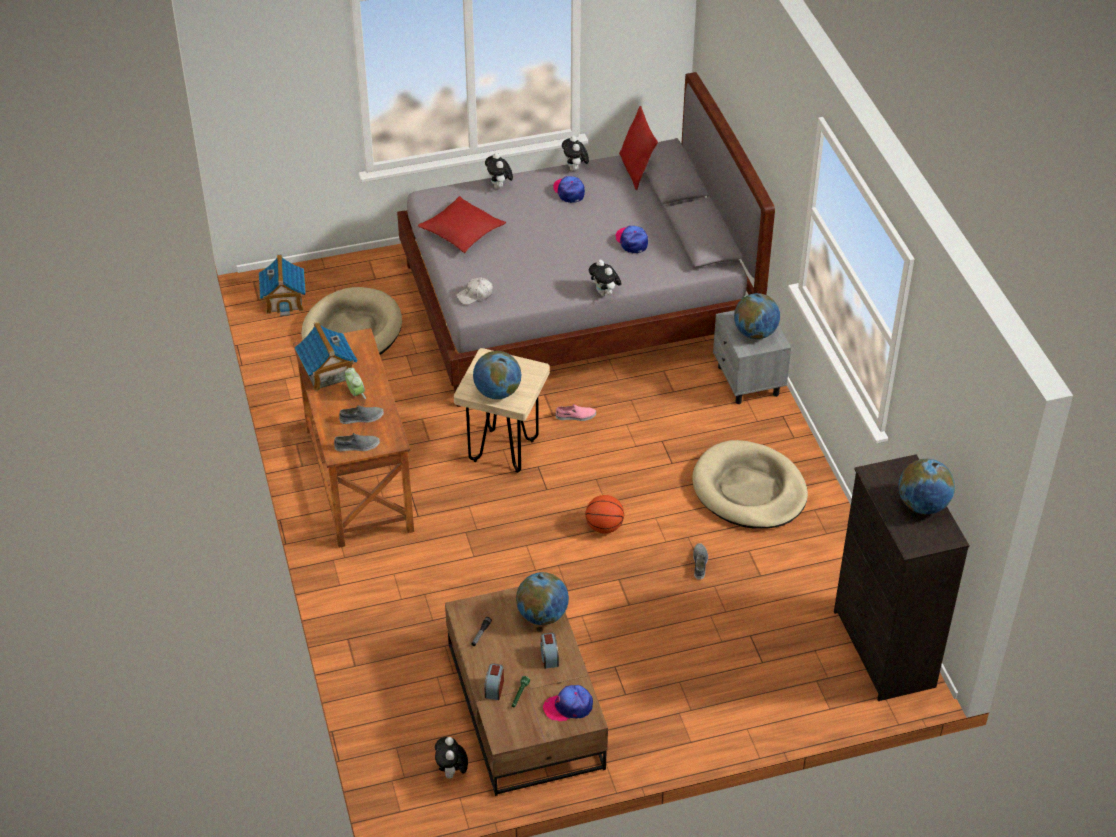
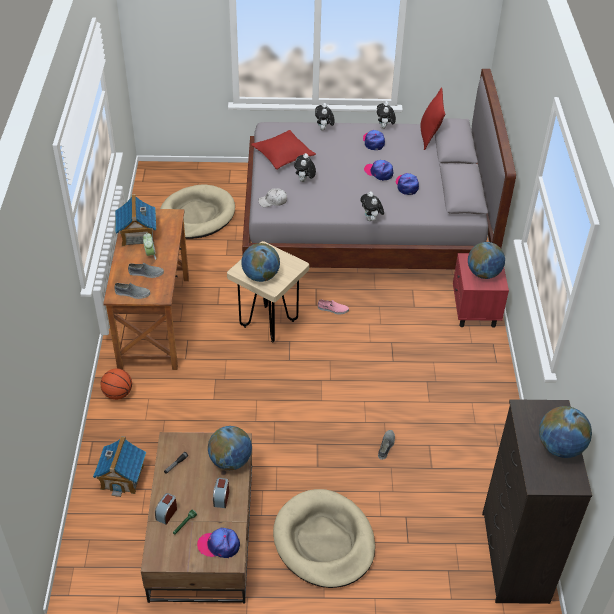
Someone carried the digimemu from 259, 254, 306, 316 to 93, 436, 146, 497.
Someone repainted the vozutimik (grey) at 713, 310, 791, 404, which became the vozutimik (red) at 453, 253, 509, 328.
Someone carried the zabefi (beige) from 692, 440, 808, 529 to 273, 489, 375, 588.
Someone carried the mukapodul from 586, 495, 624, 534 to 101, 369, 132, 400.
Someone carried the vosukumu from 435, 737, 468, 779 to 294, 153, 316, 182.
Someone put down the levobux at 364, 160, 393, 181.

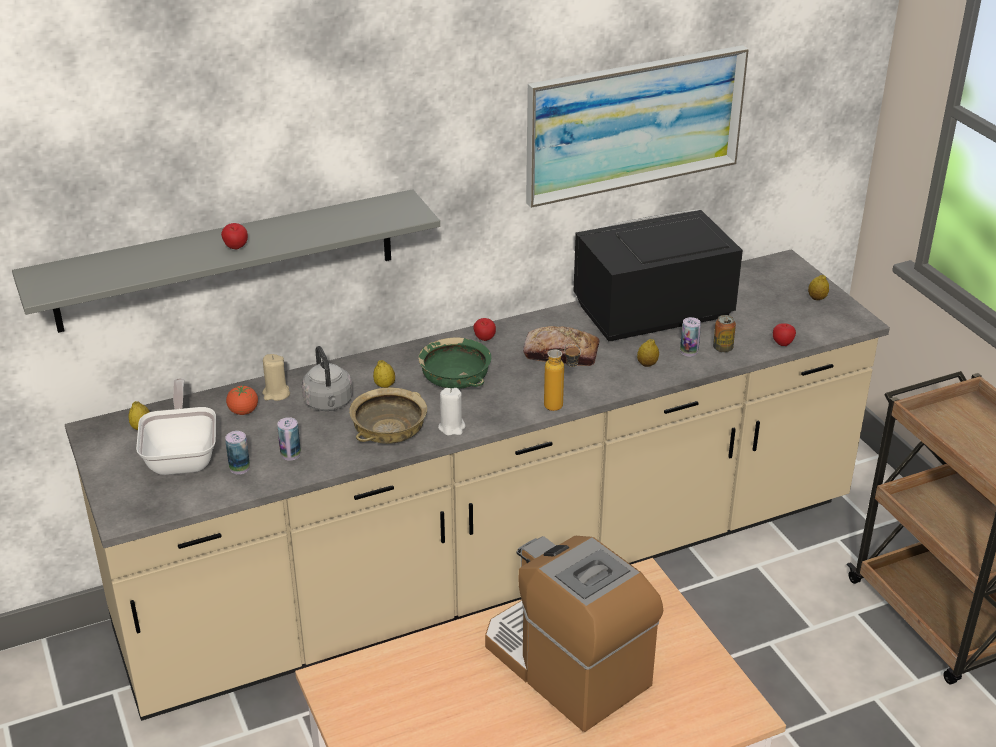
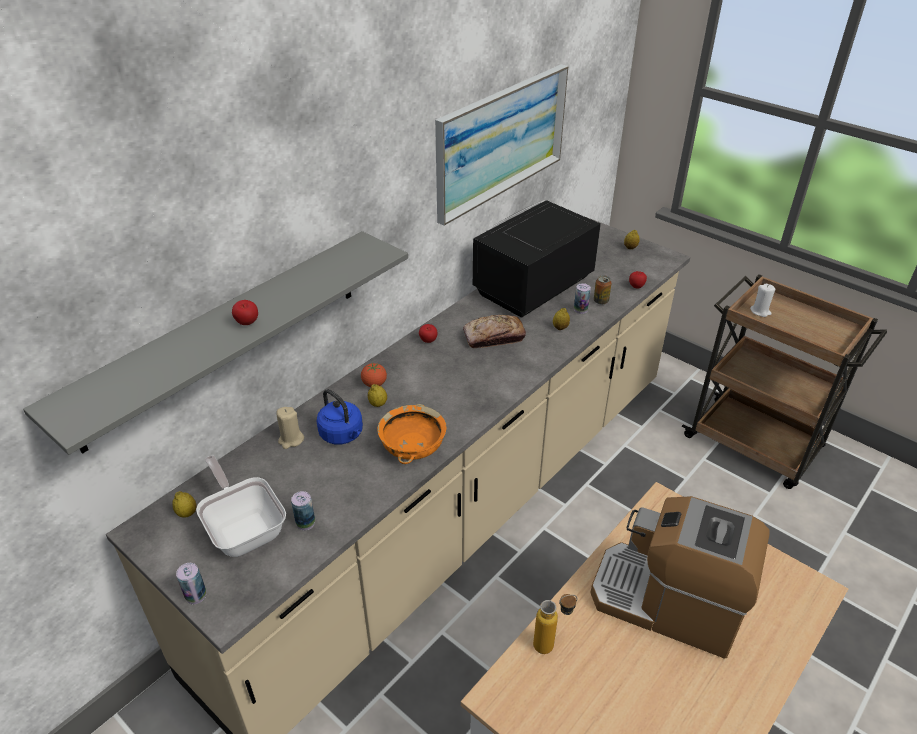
Someone took away the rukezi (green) at 418, 338, 491, 389.
Someone carried the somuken from 544, 344, 581, 411 to 533, 594, 578, 654.
Someone repainted the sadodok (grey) at 301, 346, 353, 411, which became the sadodok (blue) at 316, 389, 363, 445.
Someone carried the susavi from 226, 384, 258, 415 to 361, 363, 387, 387.
Someone repainted the rukezi (beige) at 349, 388, 427, 444, which became the rukezi (orange) at 378, 404, 446, 464.
Someone carried the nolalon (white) from 438, 388, 466, 436 to 750, 284, 775, 317.
Someone carried the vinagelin from 277, 417, 301, 461 to 176, 563, 206, 604.

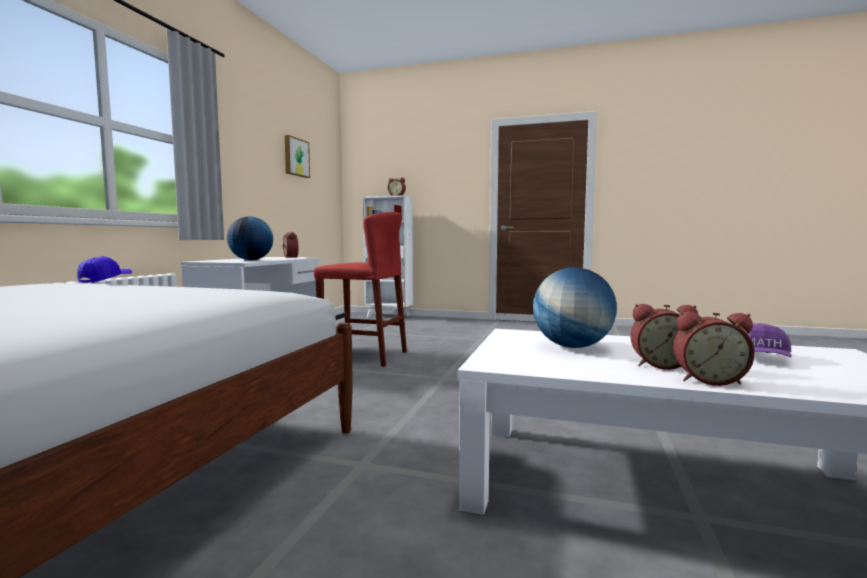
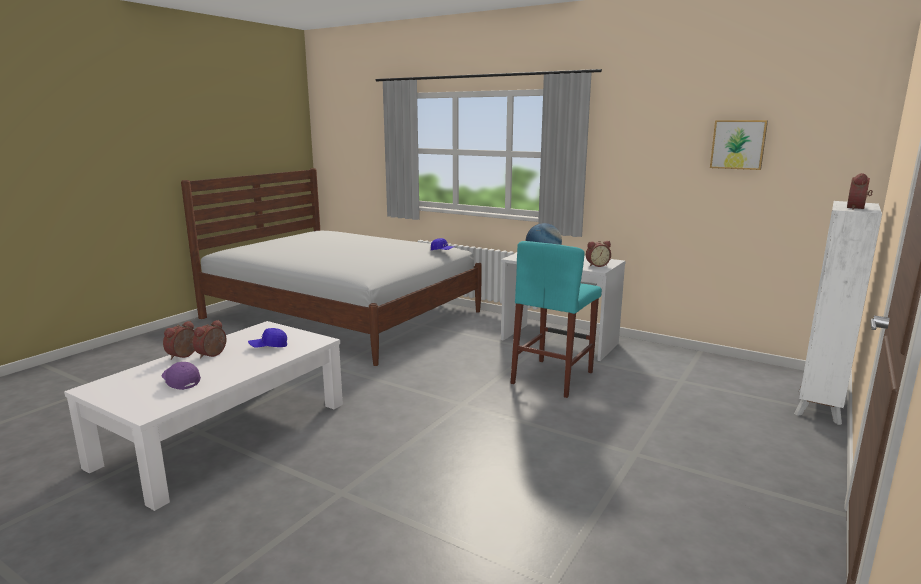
Someone repainted the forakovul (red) at 314, 212, 407, 367, which became the forakovul (turquoise) at 511, 241, 602, 398.
Someone swapped the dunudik at 533, 268, 617, 348 for the levobux (blue) at 248, 328, 287, 347.

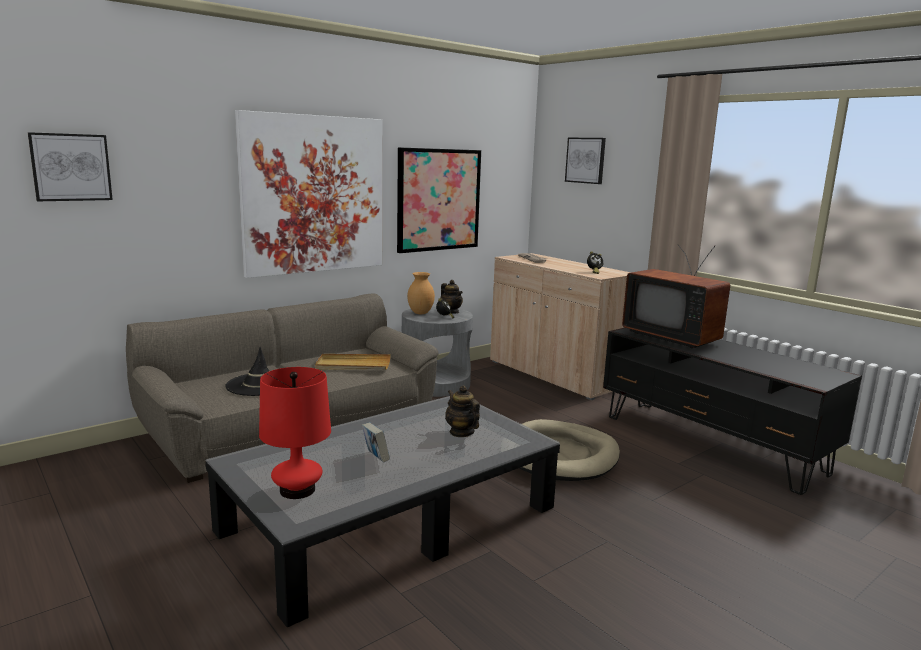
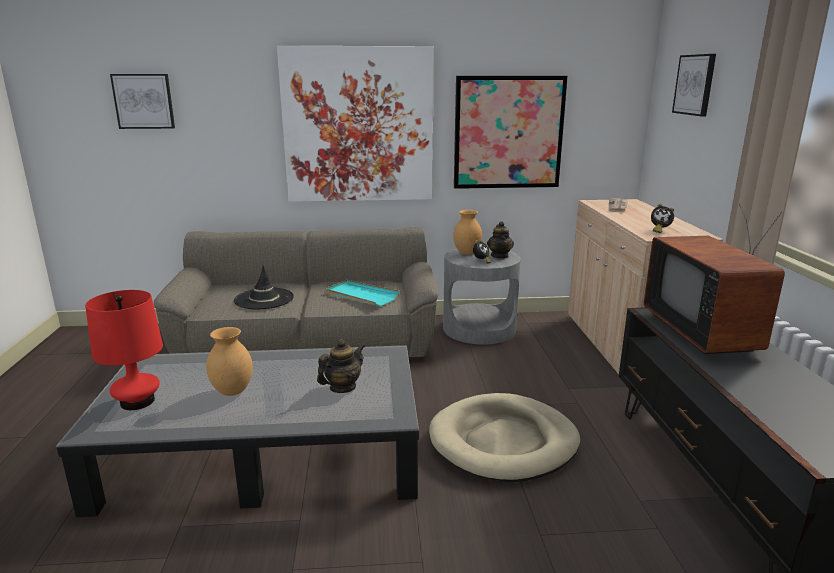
Someone repainted the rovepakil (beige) at 315, 354, 391, 370, which became the rovepakil (turquoise) at 325, 280, 400, 306.
Someone rotated the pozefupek at 445, 385, 480, 437 by 45 degrees clockwise.
Someone swapped the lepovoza at 362, 422, 390, 462 for the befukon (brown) at 206, 327, 253, 396.

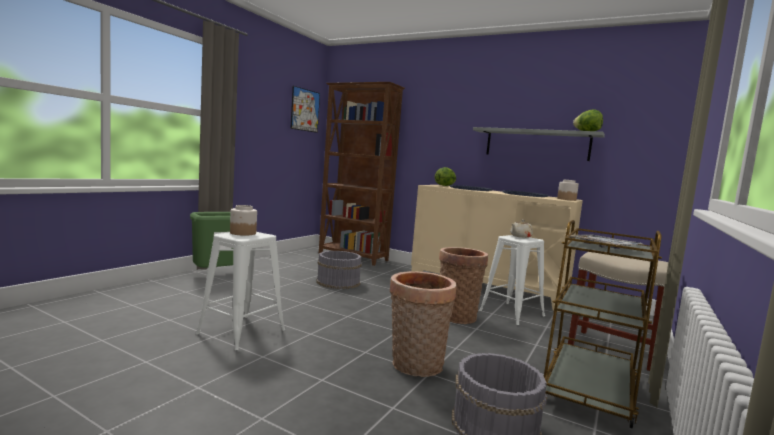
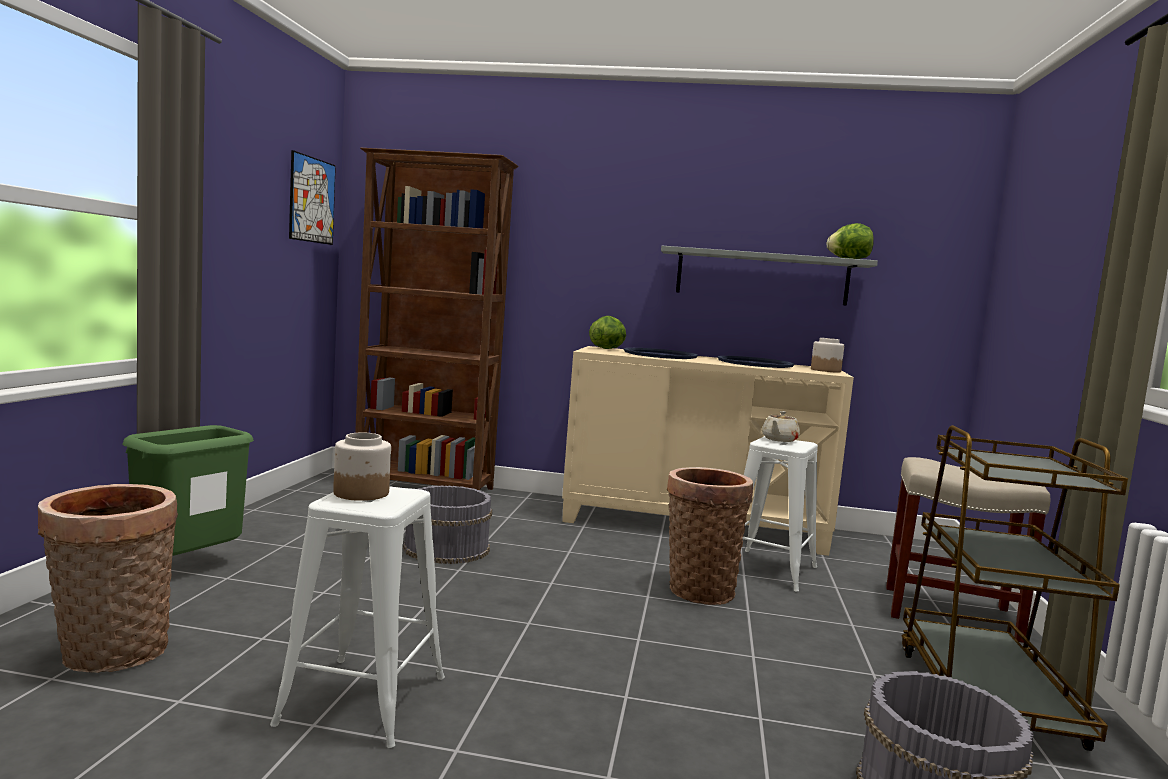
Someone took away the rovepakil at 570, 235, 642, 249.
Someone carried the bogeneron from 390, 271, 456, 377 to 38, 484, 178, 673.

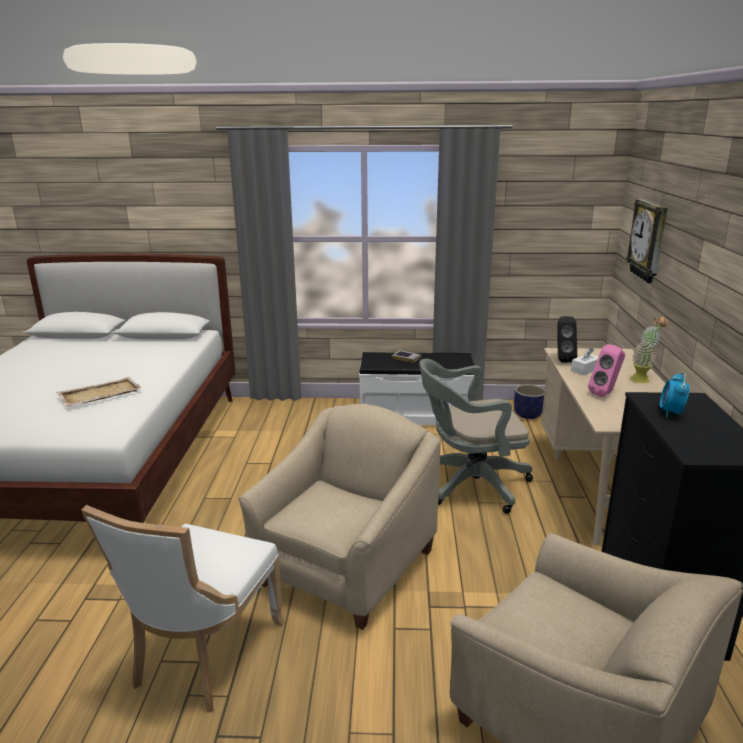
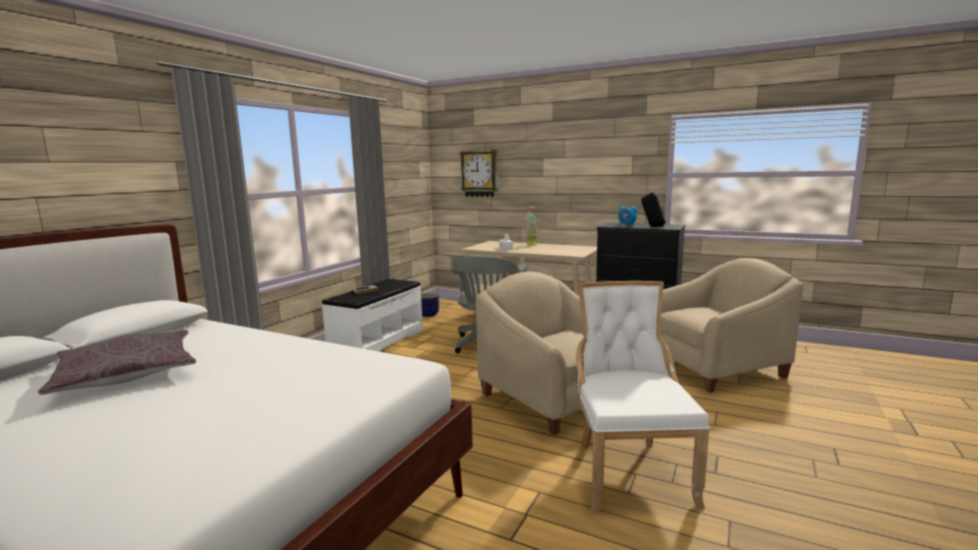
Someone carried the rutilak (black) from 557, 316, 577, 362 to 641, 192, 666, 227.
Someone took away the rutilak (pink) at 588, 344, 625, 397.
Someone took away the rovepakil (beige) at 56, 377, 142, 407.
Someone rotated the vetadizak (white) at 81, 505, 285, 713 by 135 degrees counterclockwise.
Someone put down the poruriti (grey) at 38, 330, 196, 395.

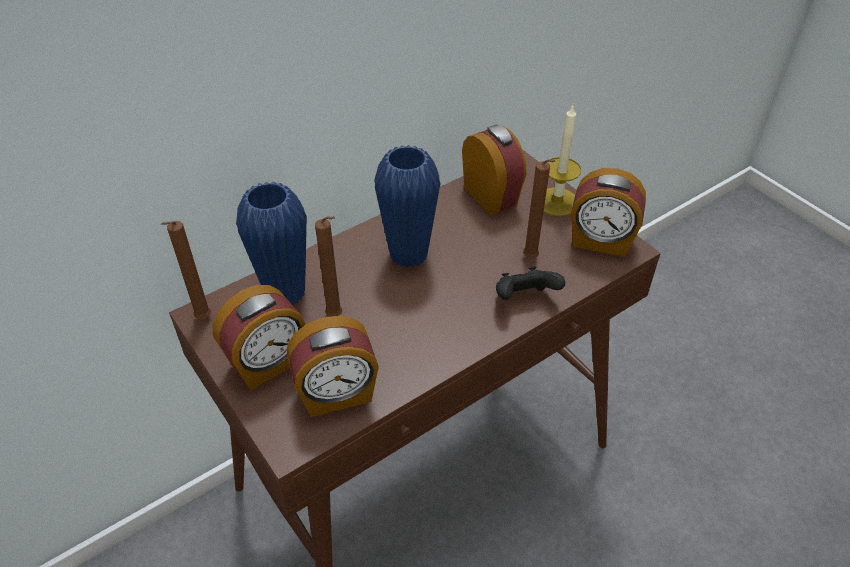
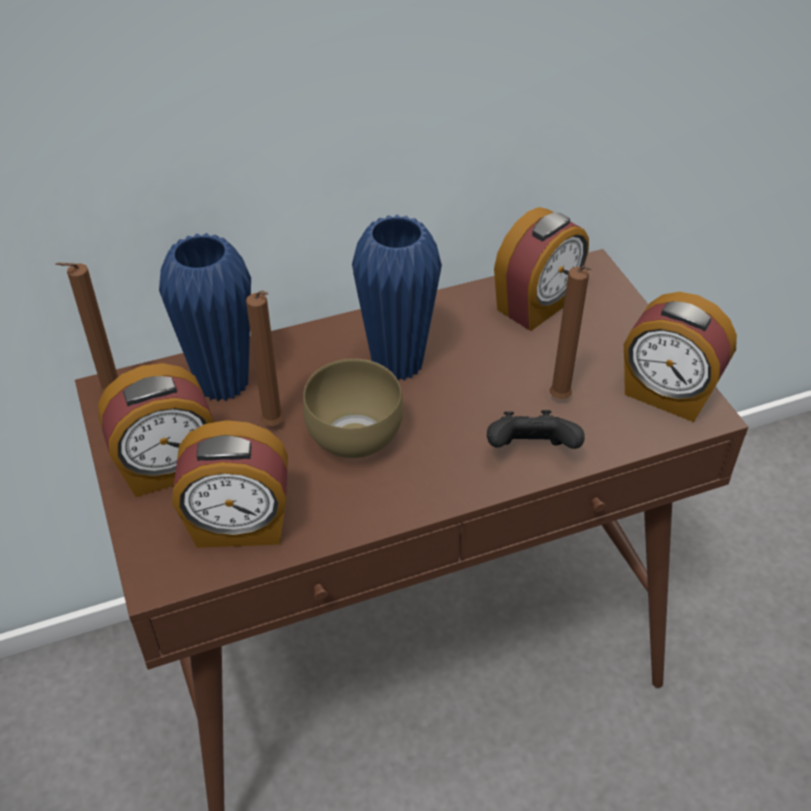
Someone took away the nolalon at 544, 105, 581, 216.
Someone rotated the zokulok at 462, 125, 526, 216 by 60 degrees clockwise.
Someone put down the rukezi (brown) at 303, 359, 403, 458.

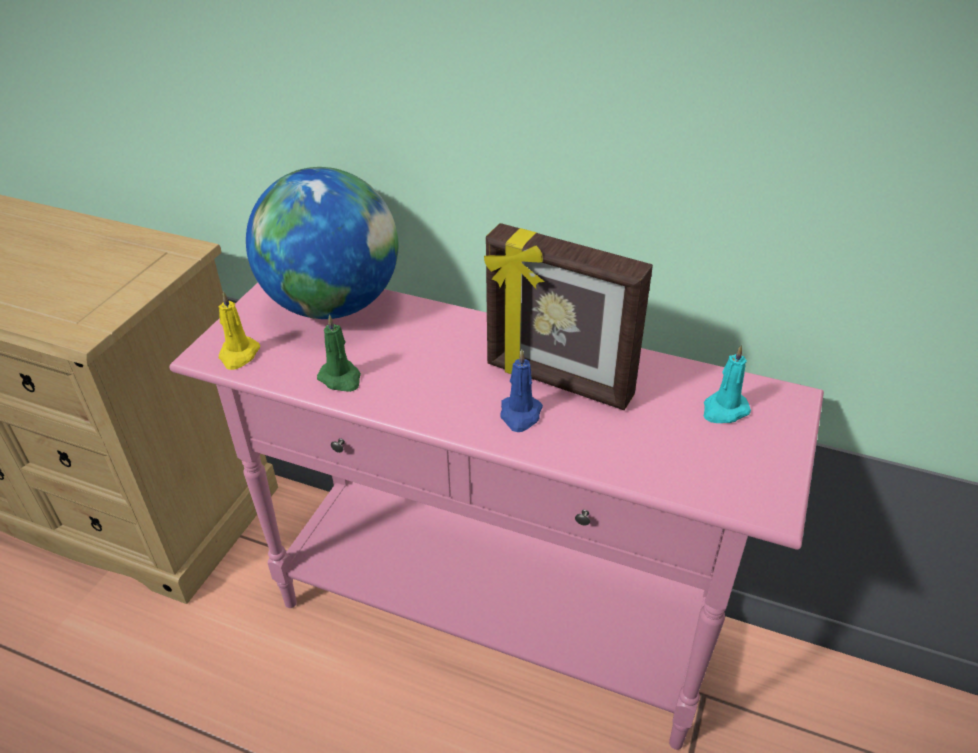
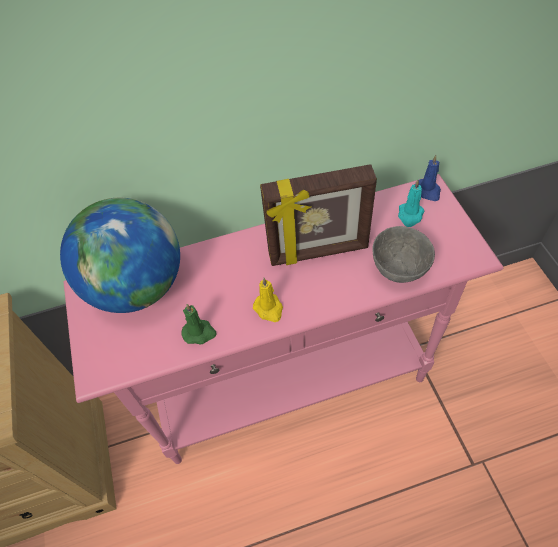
Someone carried the nolalon (yellow) from 218, 291, 260, 370 to 253, 278, 283, 322.
Someone carried the nolalon (blue) from 500, 349, 543, 432 to 415, 155, 441, 201.
Someone put down the rukezi (grey) at 372, 226, 435, 283.

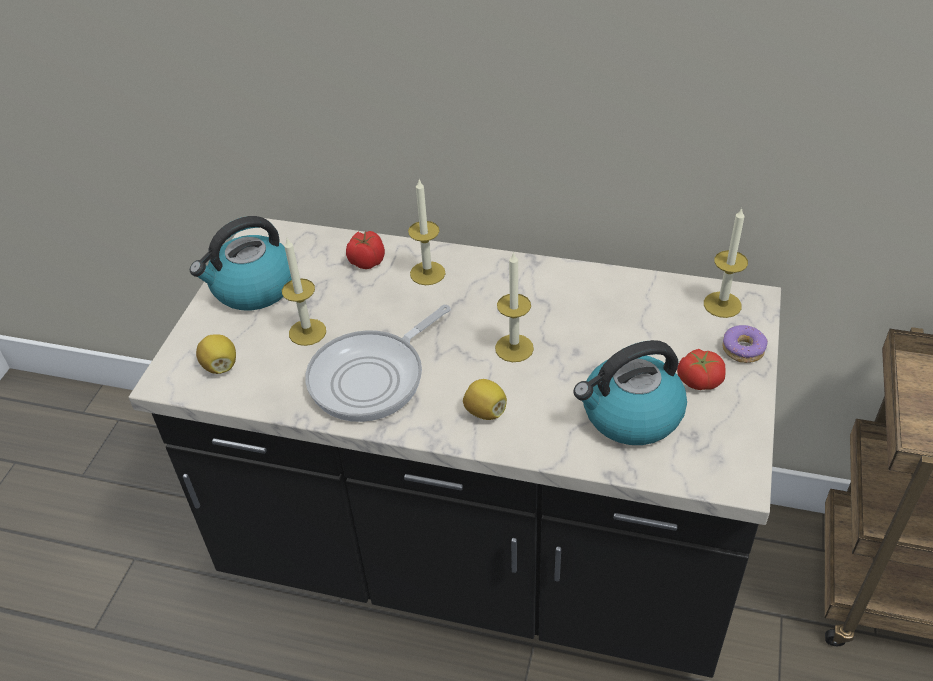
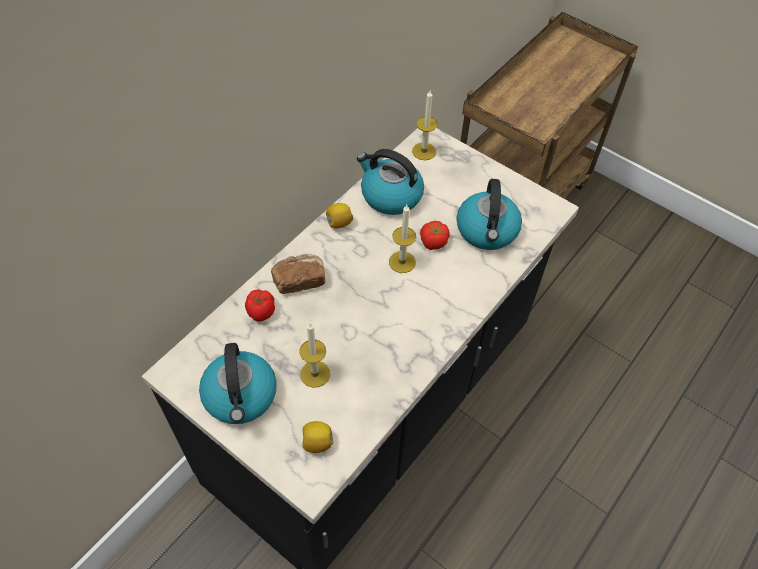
Someone swapped the nolalon at 408, 180, 445, 285 for the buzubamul at 271, 254, 325, 294.
Someone took away the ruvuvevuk at 305, 305, 451, 422.
Someone took away the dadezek at 722, 325, 768, 363.
Someone carried the susavi from 677, 349, 726, 390 to 420, 221, 450, 250.
Someone carried the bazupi from 463, 379, 507, 420 to 326, 203, 353, 228.
Someone put down the sadodok at 357, 149, 424, 215.

